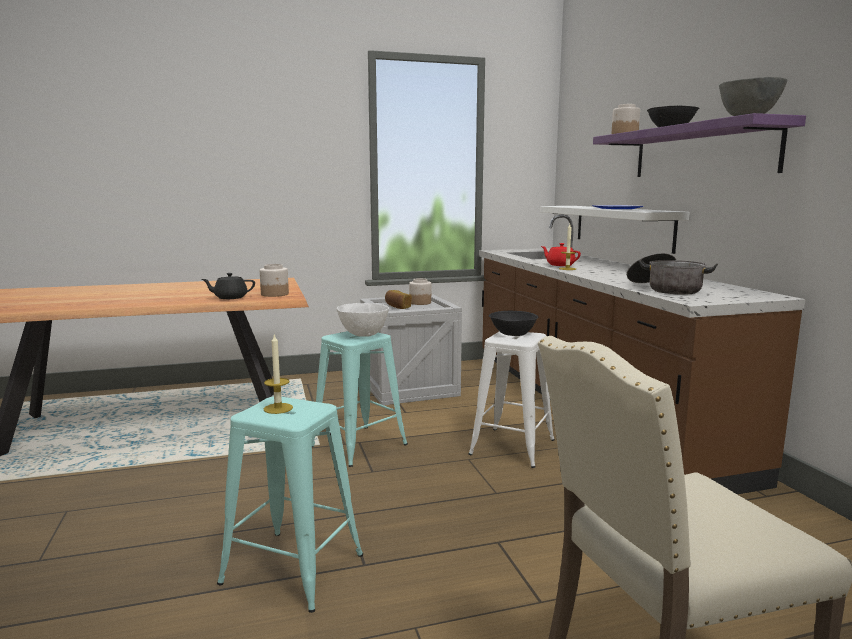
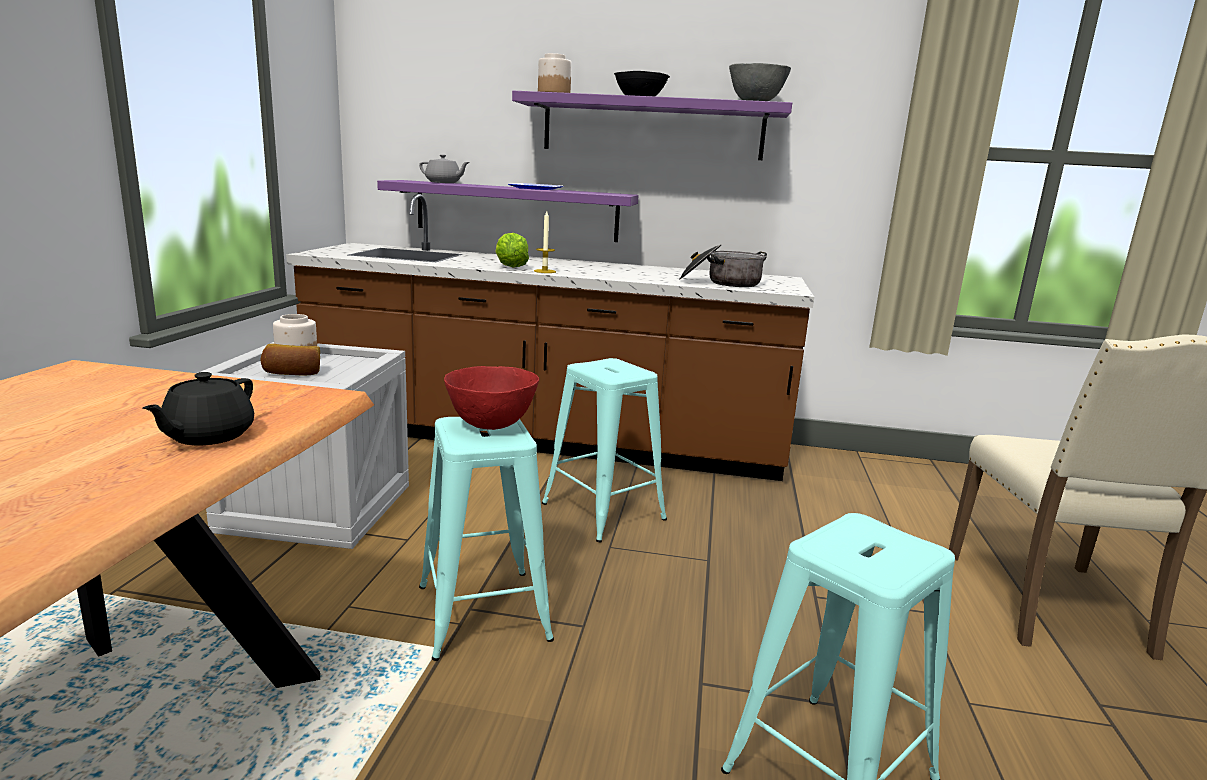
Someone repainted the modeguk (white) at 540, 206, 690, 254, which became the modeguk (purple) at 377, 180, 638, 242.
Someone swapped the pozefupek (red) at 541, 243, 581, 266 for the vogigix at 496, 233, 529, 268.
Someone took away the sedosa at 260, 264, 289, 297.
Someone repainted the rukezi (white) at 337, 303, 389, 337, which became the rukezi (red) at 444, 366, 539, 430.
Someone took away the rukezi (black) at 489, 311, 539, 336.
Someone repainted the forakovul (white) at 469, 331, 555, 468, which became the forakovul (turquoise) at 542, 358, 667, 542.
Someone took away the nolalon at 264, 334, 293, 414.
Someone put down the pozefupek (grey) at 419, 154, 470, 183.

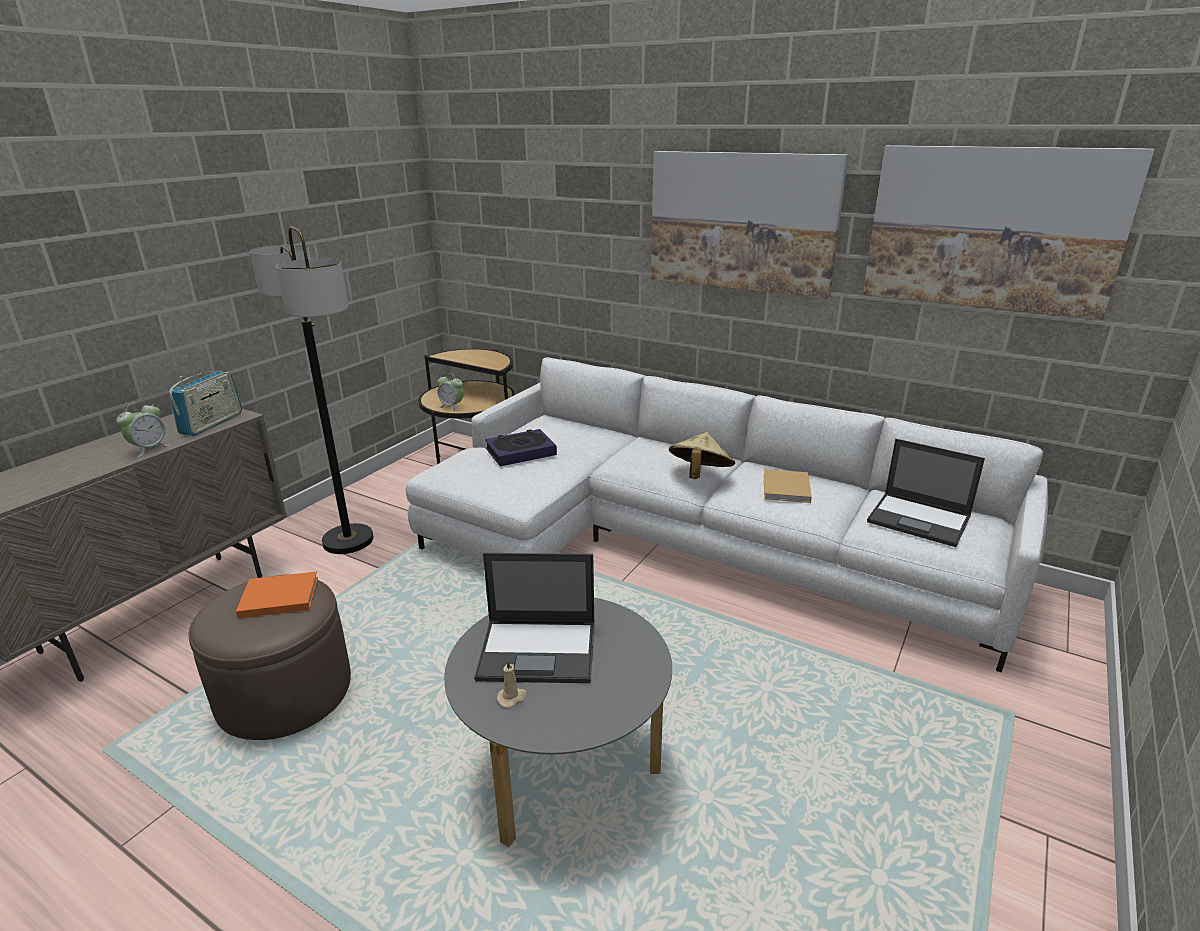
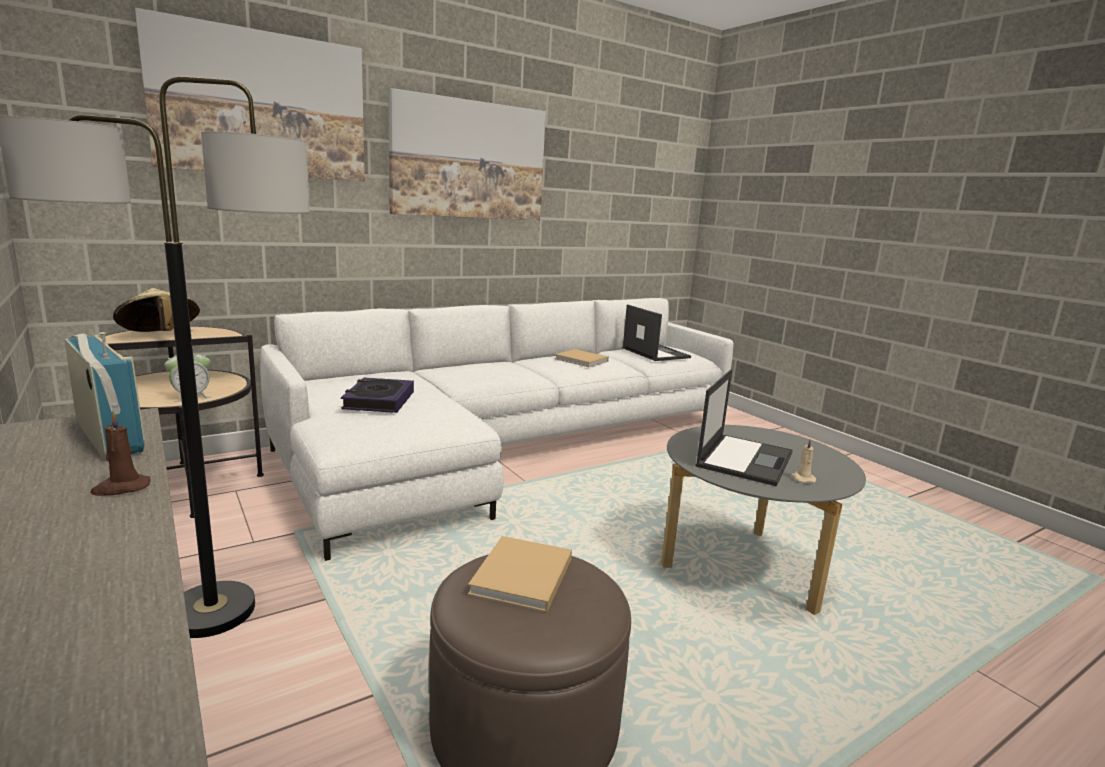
Someone carried the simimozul from 863, 145, 1155, 320 to 135, 8, 365, 181.
Someone swapped the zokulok at 117, 402, 171, 457 for the nolalon (brown) at 90, 411, 150, 496.
Someone carried the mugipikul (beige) from 669, 432, 735, 479 to 113, 288, 200, 332.
Someone rotated the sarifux at 867, 439, 985, 547 by 90 degrees counterclockwise.
Someone repainted the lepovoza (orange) at 236, 571, 318, 618, which became the lepovoza (beige) at 468, 536, 572, 612.

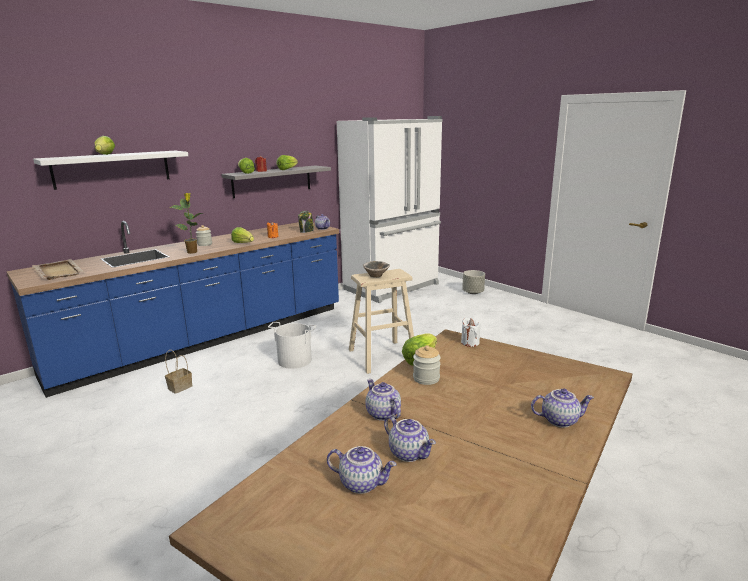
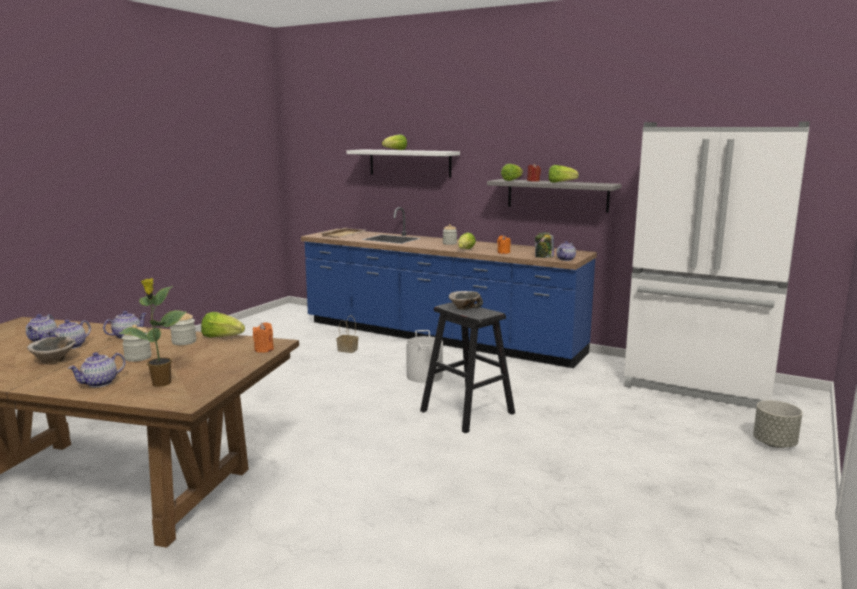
Someone carried the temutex from 170, 193, 204, 254 to 118, 278, 186, 387.
Someone repainted the forakovul (beige) at 349, 269, 414, 374, which became the forakovul (black) at 420, 302, 515, 433.
Someone repainted the nolalon (white) at 461, 318, 481, 347, which became the nolalon (orange) at 253, 322, 274, 353.
Someone rotated the pozefupek at 531, 388, 594, 428 by 60 degrees clockwise.
Someone put down the sedosa at 122, 325, 151, 362.
Someone put down the rukezi at 27, 337, 76, 364.

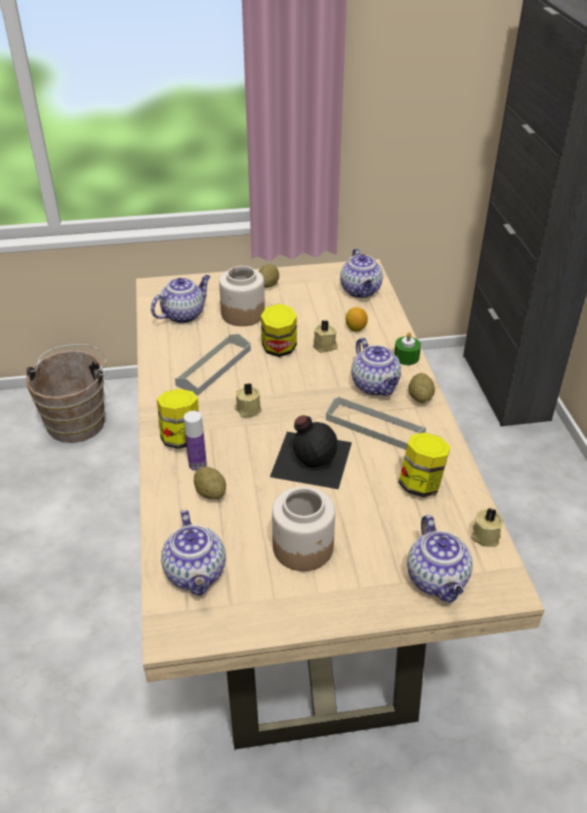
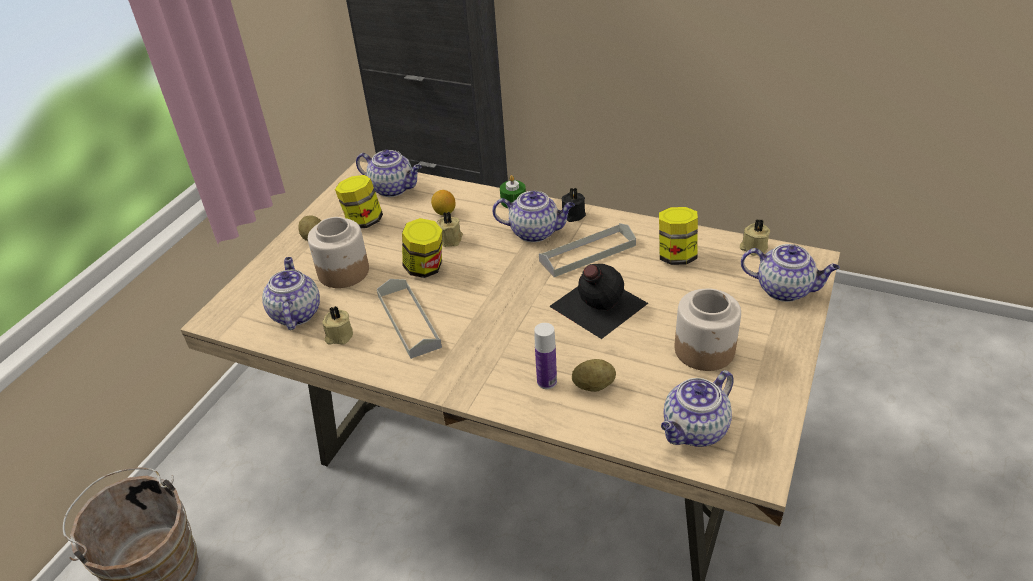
Someone swapped the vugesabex at 408, 373, 435, 403 for the nolalon (black) at 561, 188, 586, 222.
Someone carried the nolalon (beige) from 234, 383, 262, 417 to 322, 306, 353, 345.
Someone carried the sedosa from 157, 389, 199, 449 to 335, 175, 383, 228.
Someone rotated the pozefupek at 161, 510, 226, 596 by 120 degrees clockwise.

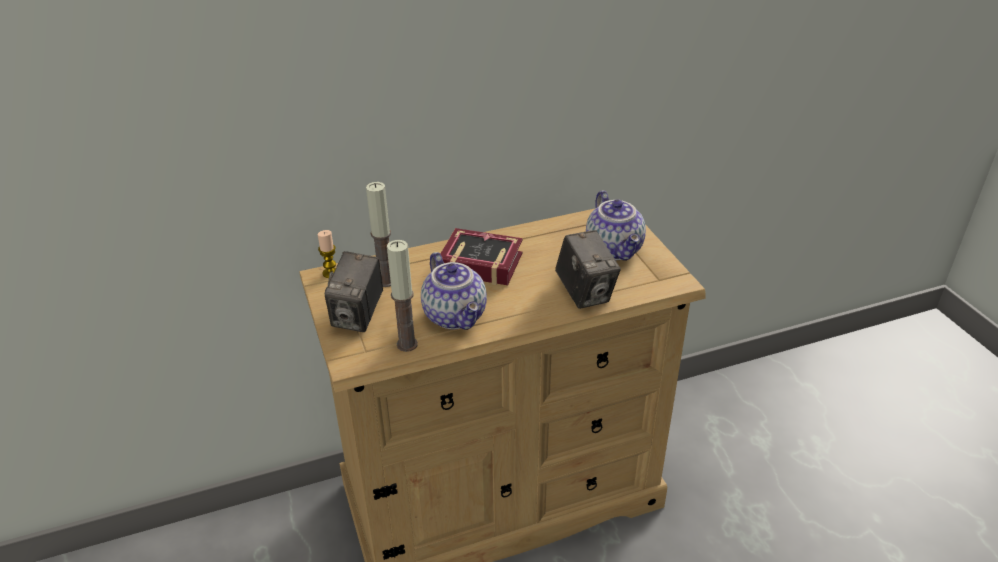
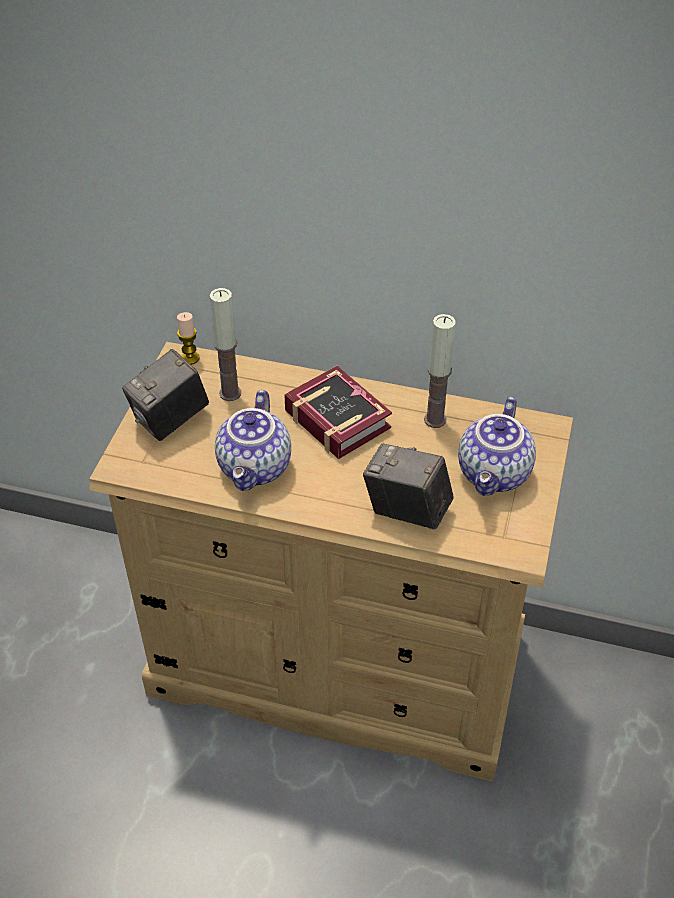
Someone rotated the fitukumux at 555, 230, 621, 309 by 105 degrees clockwise.
Someone carried the nolalon from 387, 240, 418, 352 to 424, 314, 456, 428.

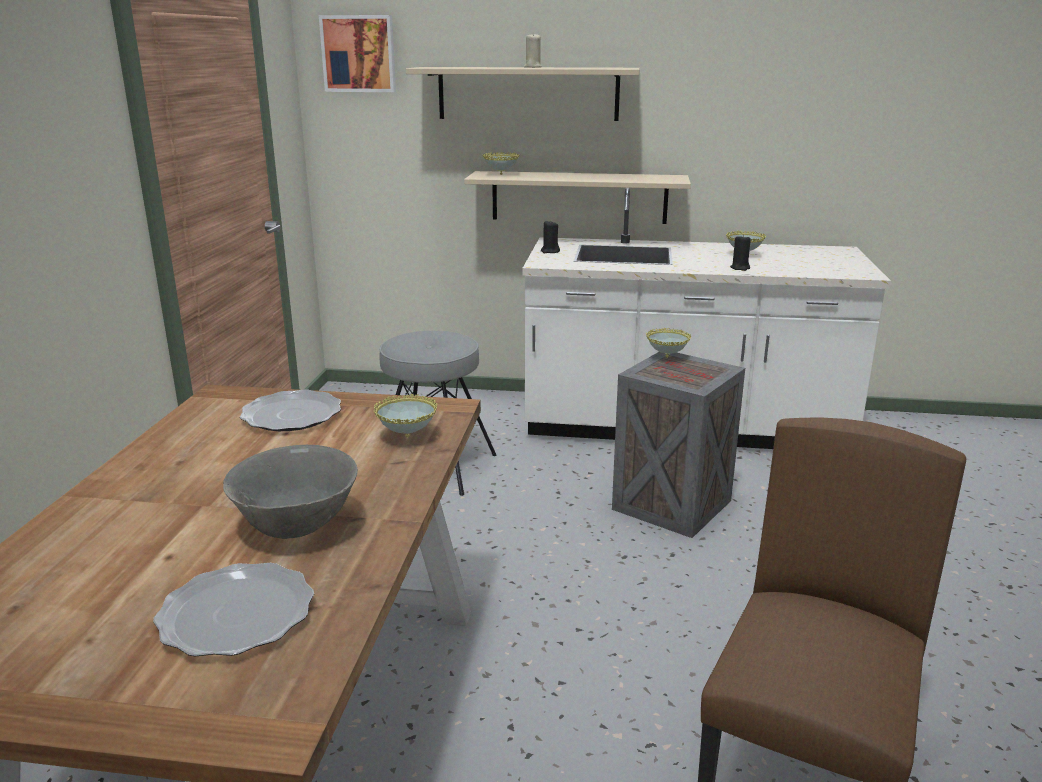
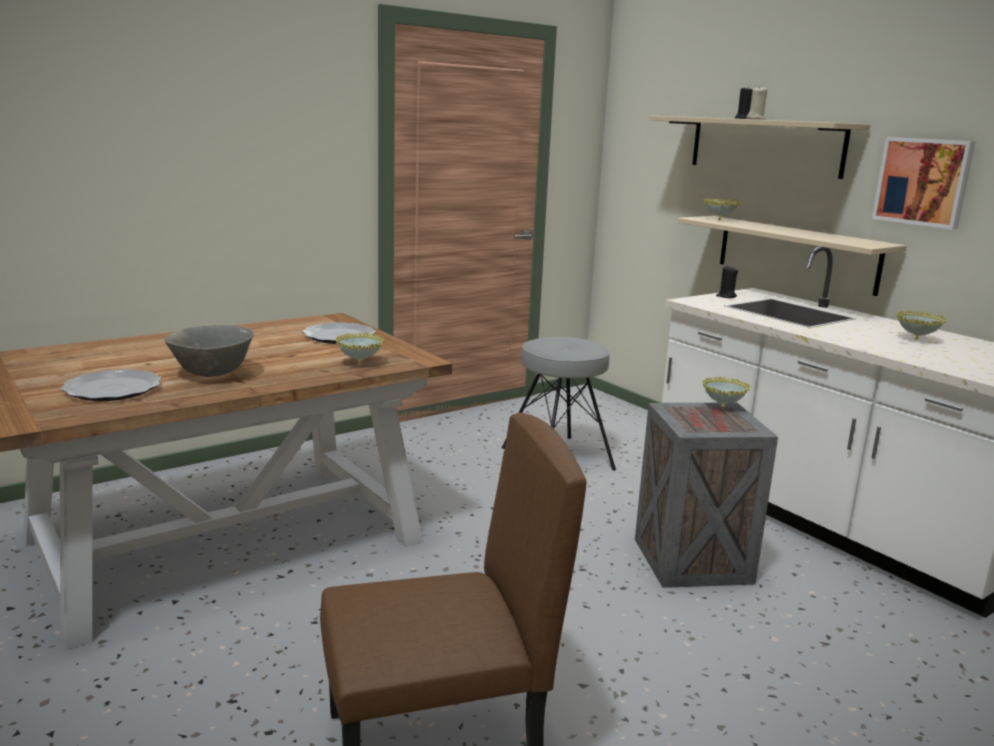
Someone carried the simimozul from 319, 15, 396, 92 to 872, 137, 976, 230.
Someone carried the nolalon (black) from 730, 234, 751, 271 to 735, 86, 753, 119.

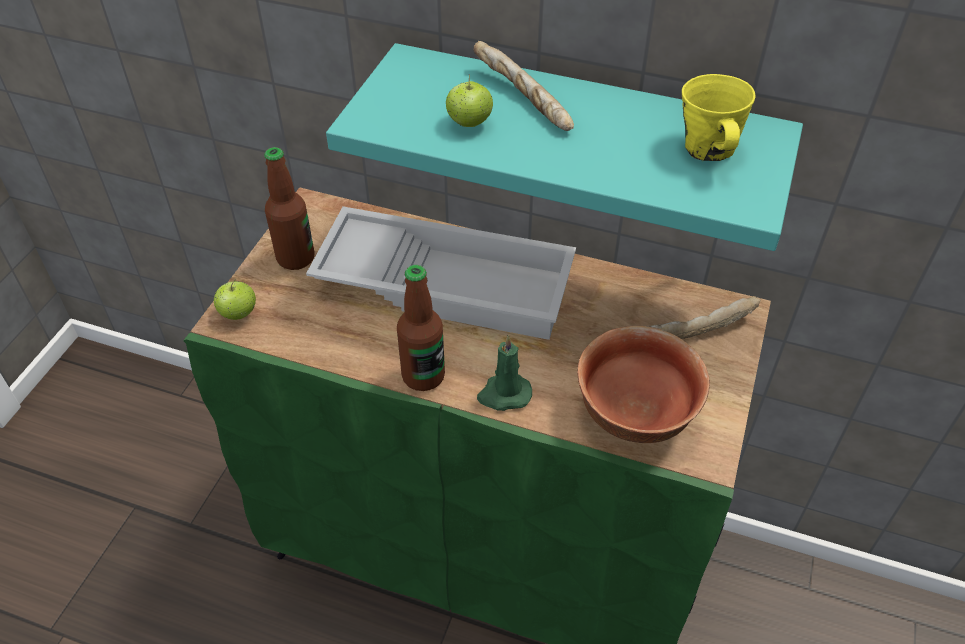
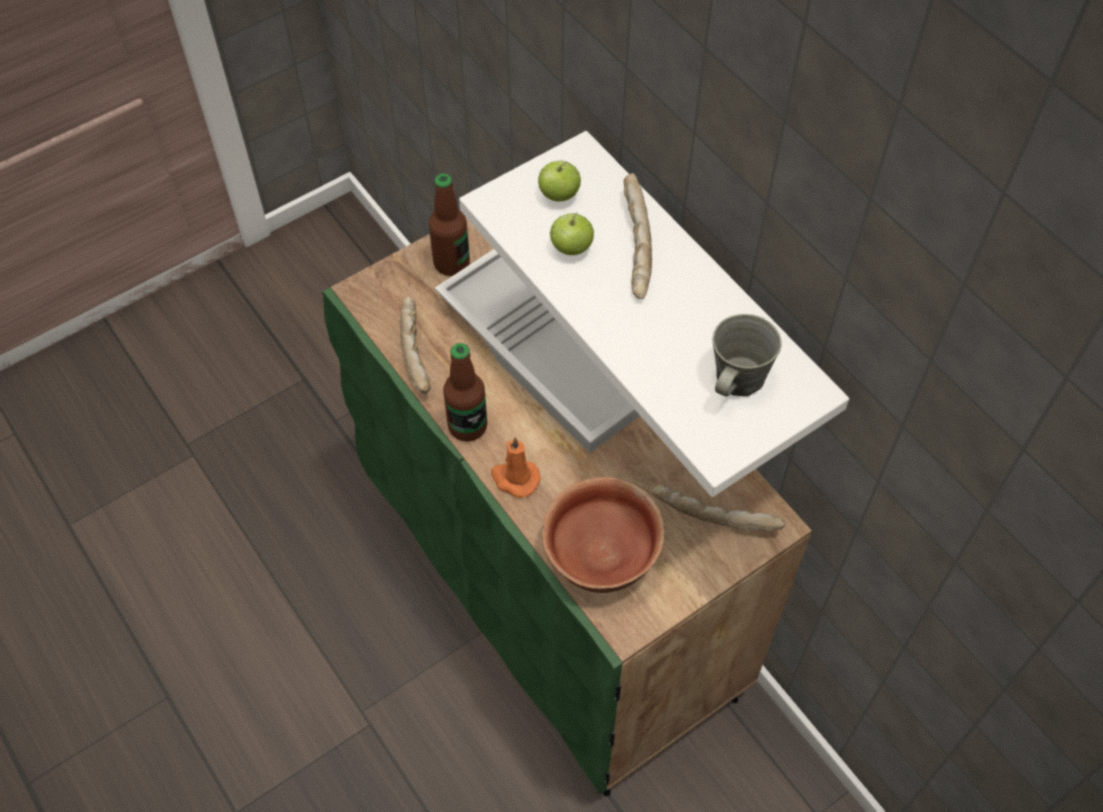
Someone repainted the modeguk (turquoise) at 326, 43, 803, 251, which became the modeguk (white) at 459, 131, 849, 497.
Someone repainted the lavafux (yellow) at 682, 74, 755, 161, which became the lavafux (grey) at 712, 314, 782, 397.
Someone carried the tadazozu from 214, 279, 256, 320 to 538, 160, 581, 202.
Someone repainted the nolalon (green) at 477, 335, 532, 411, which became the nolalon (orange) at 491, 437, 541, 498.
Someone put down the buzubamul at 400, 296, 431, 394.

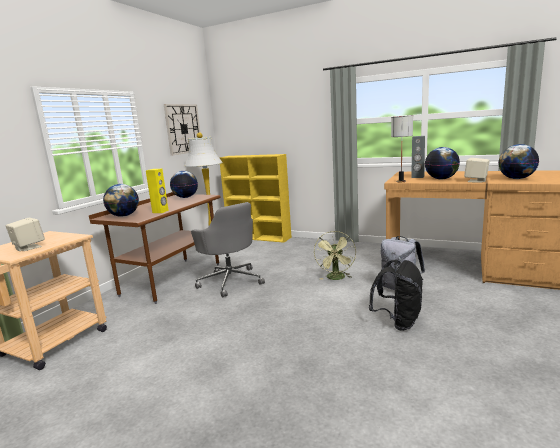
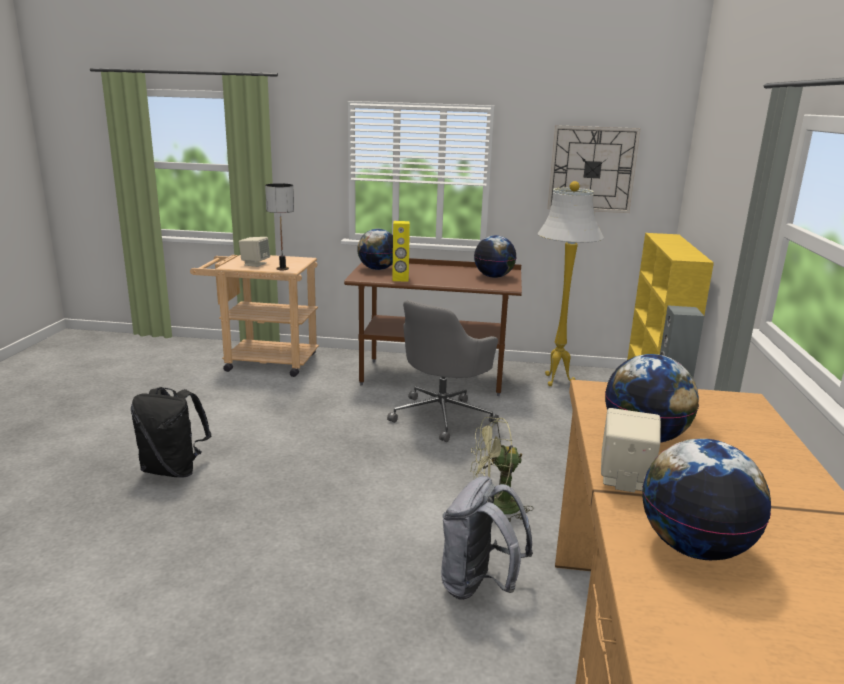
Someone carried the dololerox from 391, 116, 413, 182 to 265, 183, 294, 270.
Someone carried the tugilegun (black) from 369, 260, 423, 330 to 131, 387, 211, 478.

